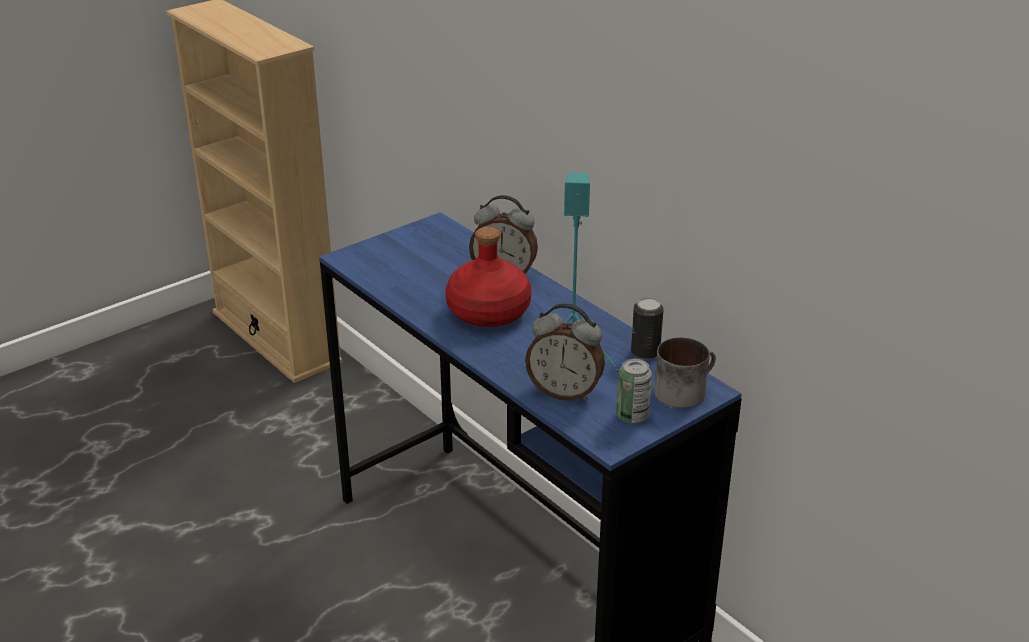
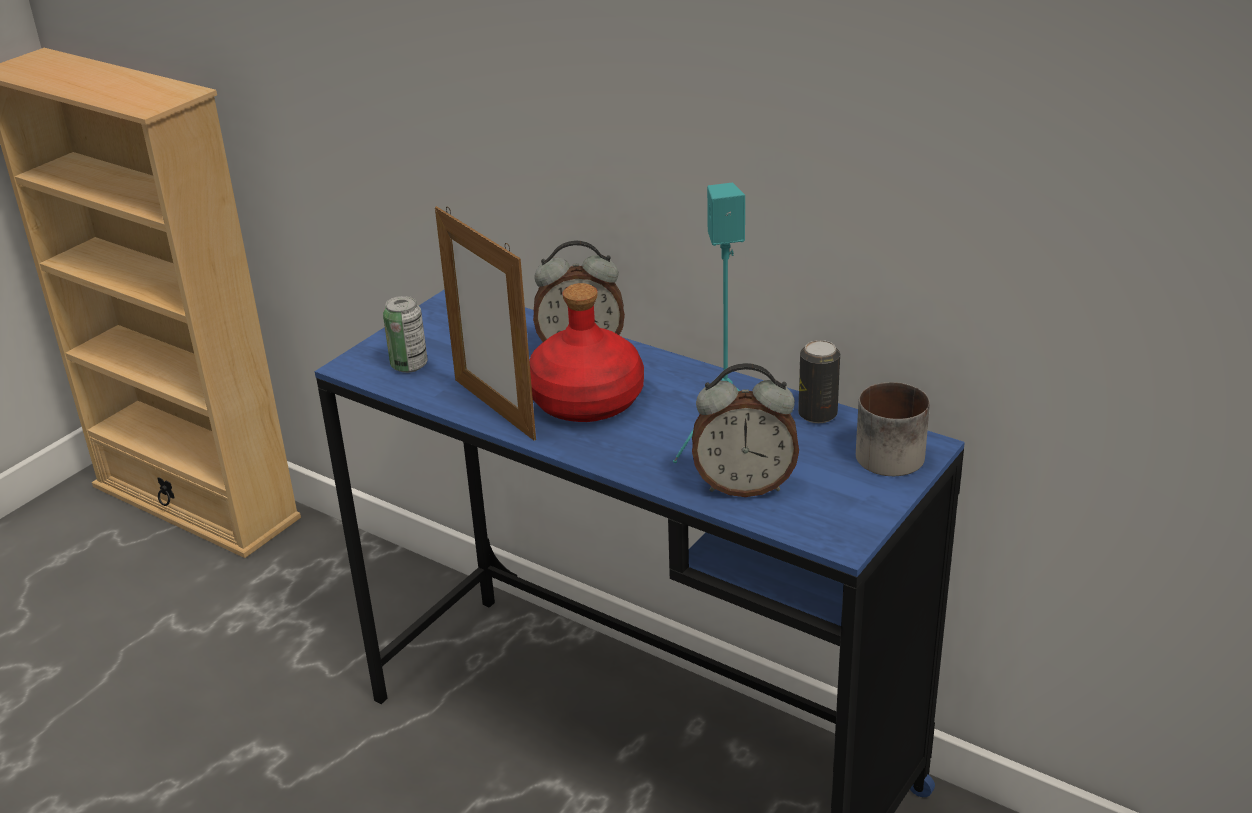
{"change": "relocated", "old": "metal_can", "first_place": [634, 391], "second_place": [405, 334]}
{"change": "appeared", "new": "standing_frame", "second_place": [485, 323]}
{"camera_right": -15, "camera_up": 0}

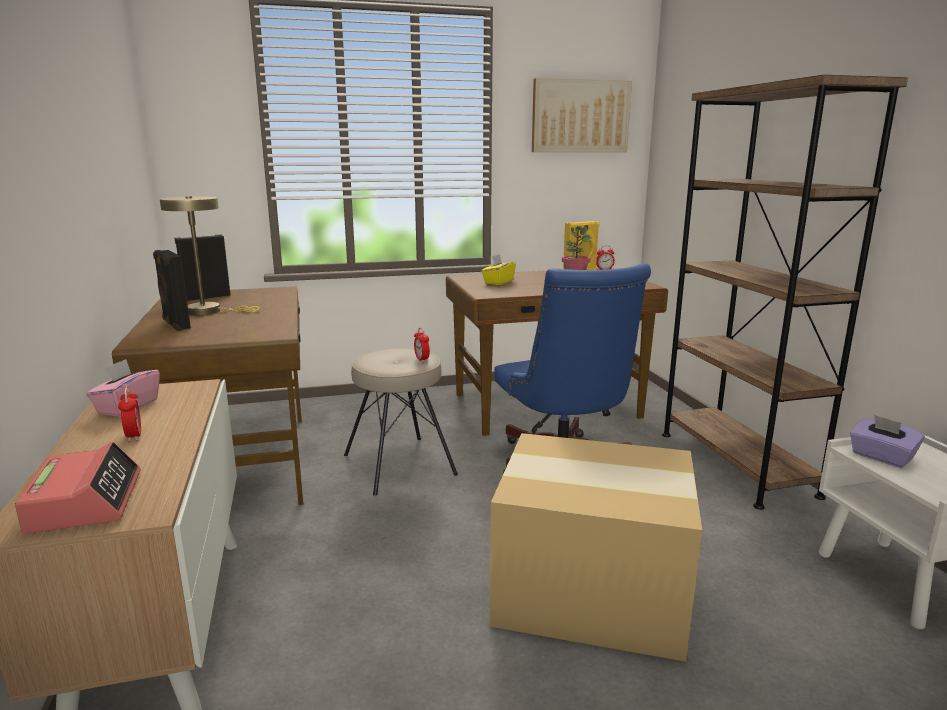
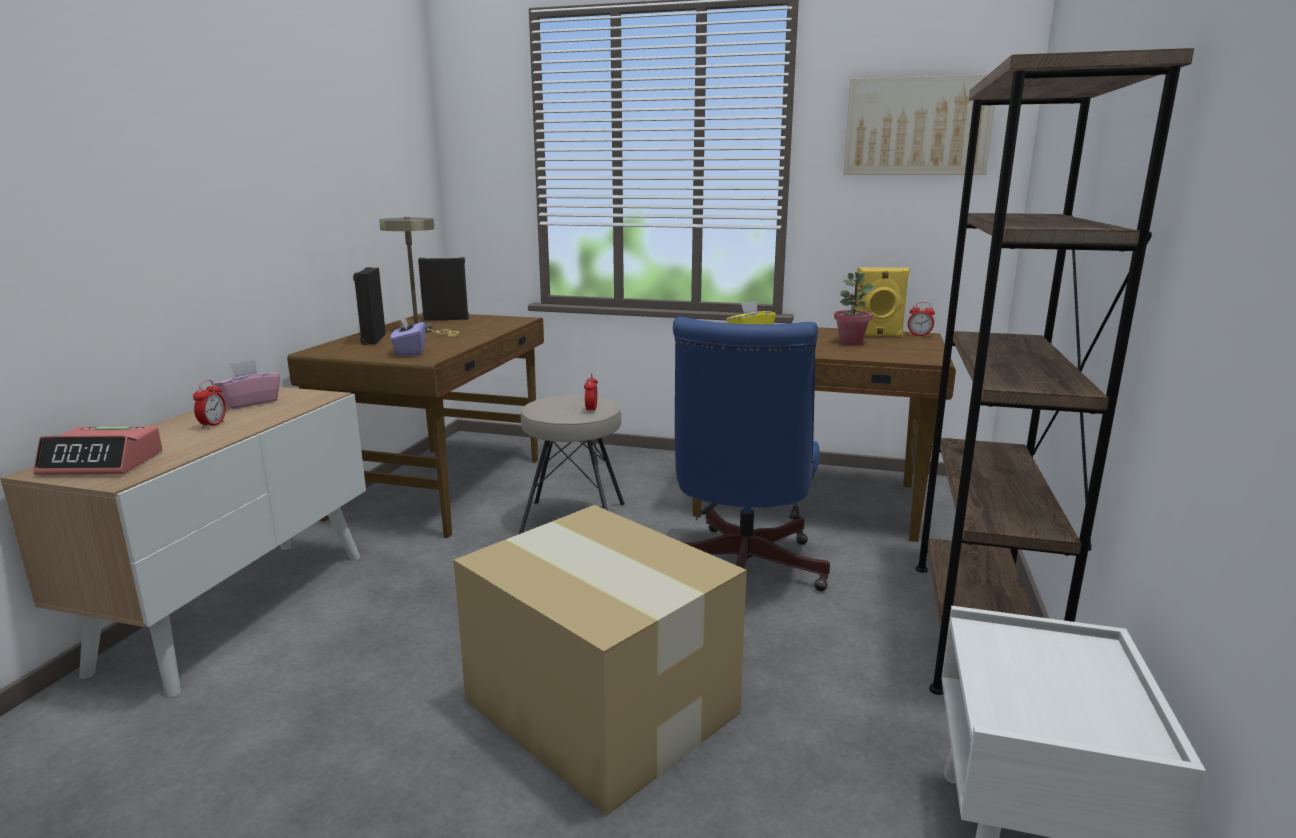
{"change": "spun", "old": "bedside_clock", "first_place": [78, 488], "second_place": [98, 450], "degrees": 75}
{"change": "relocated", "old": "purplish_tissue_holder", "first_place": [887, 441], "second_place": [407, 335]}
{"camera_right": 30, "camera_up": 0}

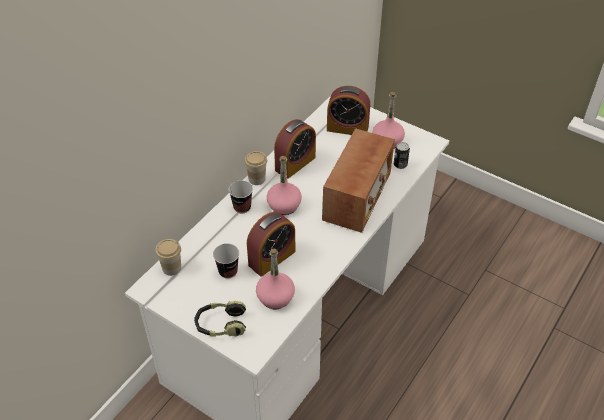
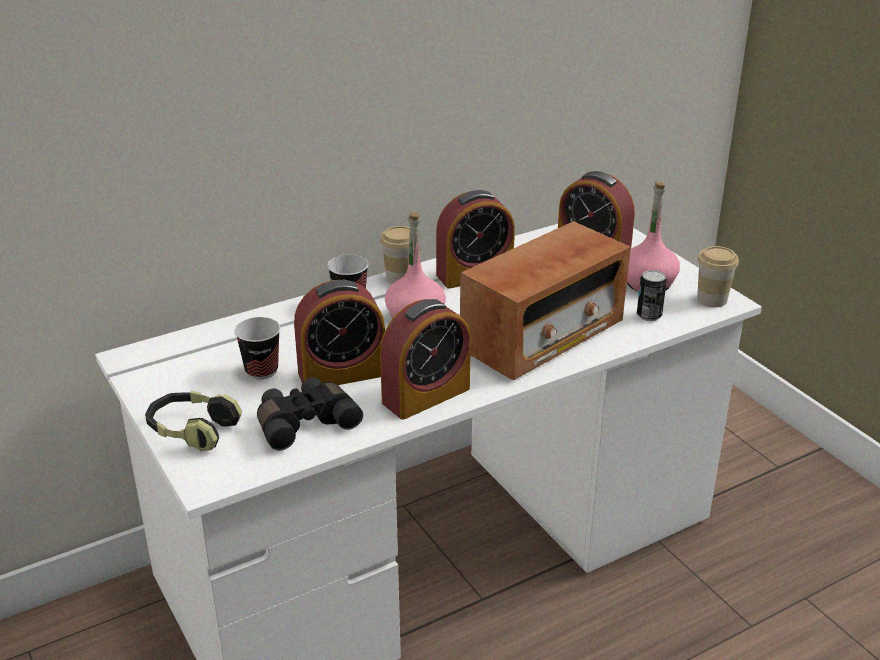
{"change": "relocated", "old": "cup", "first_place": [168, 257], "second_place": [718, 276]}
{"change": "exchanged", "old": "pink_bottle", "new": "blackish_pair_of_binoculars", "first_place": [275, 279], "second_place": [310, 414]}
{"change": "appeared", "new": "bedside_clock", "second_place": [425, 359]}
{"camera_right": 25, "camera_up": -15}

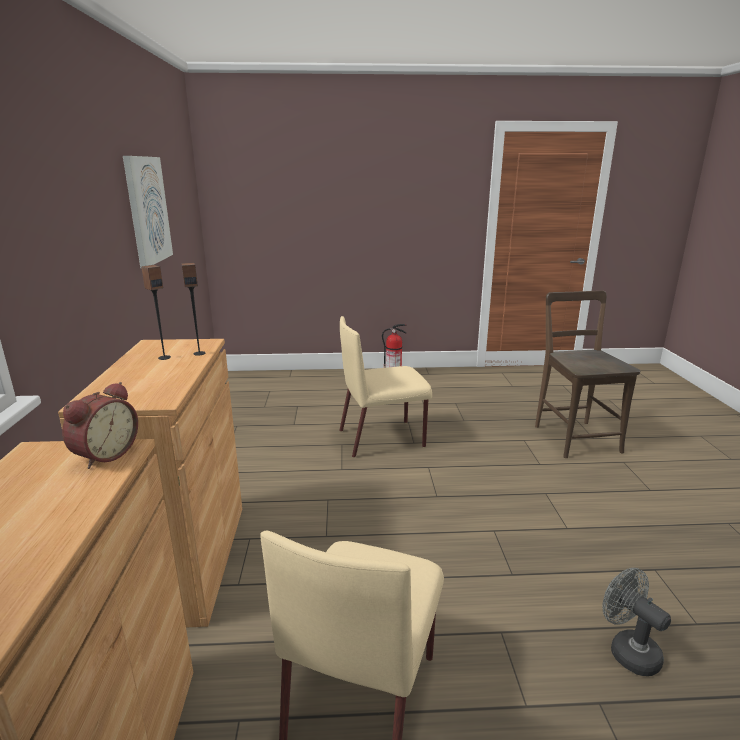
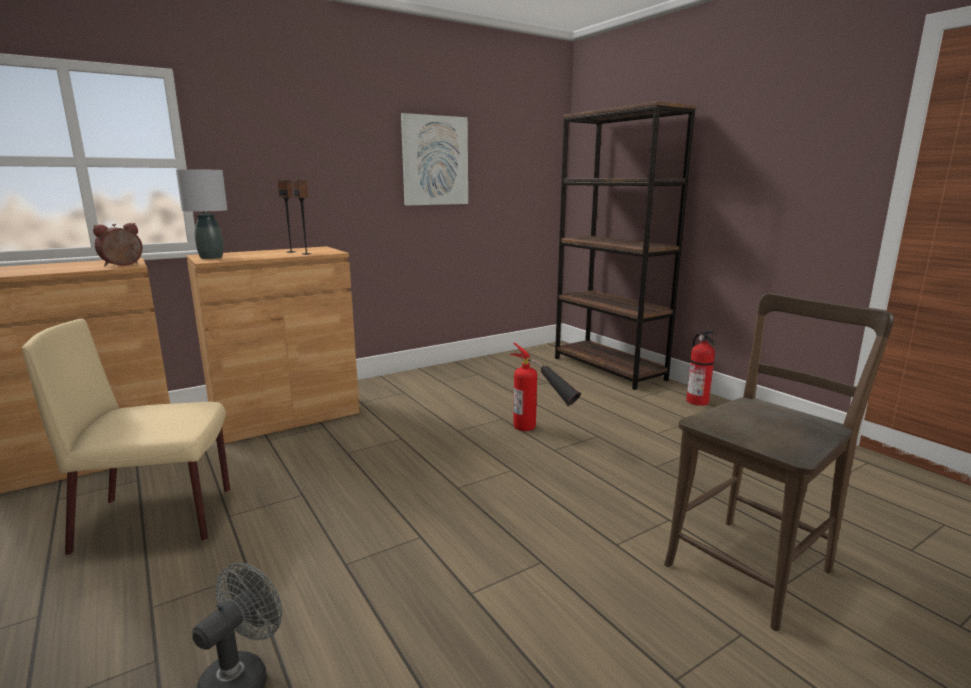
{"change": "spun", "old": "bedside_clock", "first_place": [100, 425], "second_place": [118, 244], "degrees": 135}
{"change": "exchanged", "old": "beige_upright_chair", "new": "fire_extinguisher", "first_place": [385, 387], "second_place": [545, 387]}
{"change": "appeared", "new": "grey_lamp_for_a_table", "second_place": [201, 214]}
{"change": "appeared", "new": "brown_bookshelf", "second_place": [625, 245]}
{"camera_right": 60, "camera_up": -5}

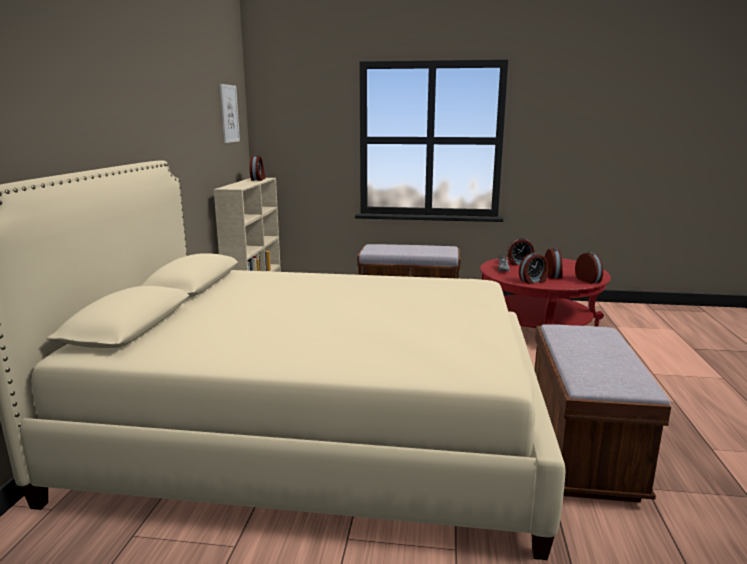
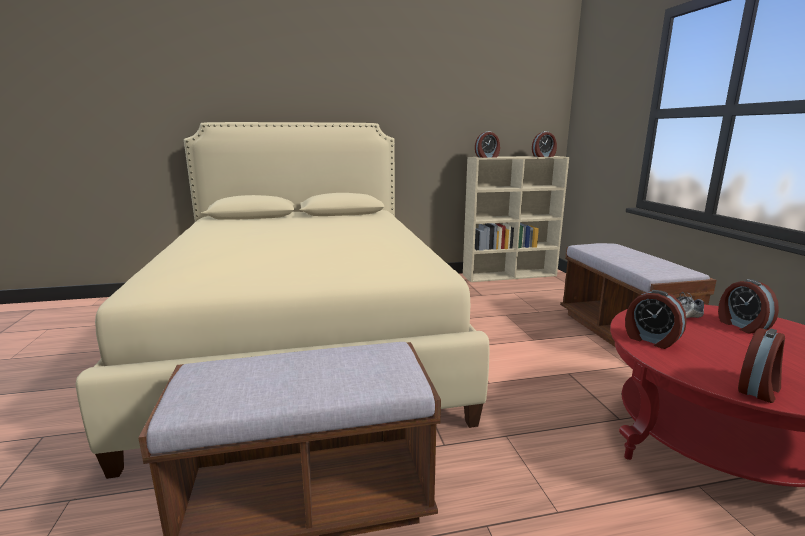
{"change": "missing", "old": "wall_art", "first_place": [230, 113]}
{"change": "relocated", "old": "bedside_clock", "first_place": [554, 263], "second_place": [487, 144]}
{"camera_right": 70, "camera_up": 0}

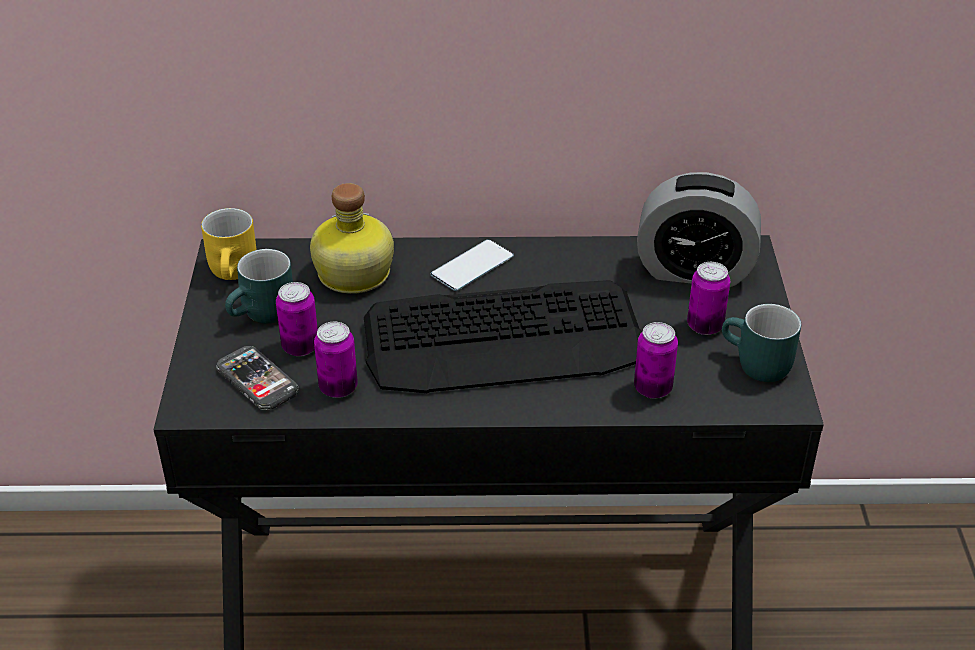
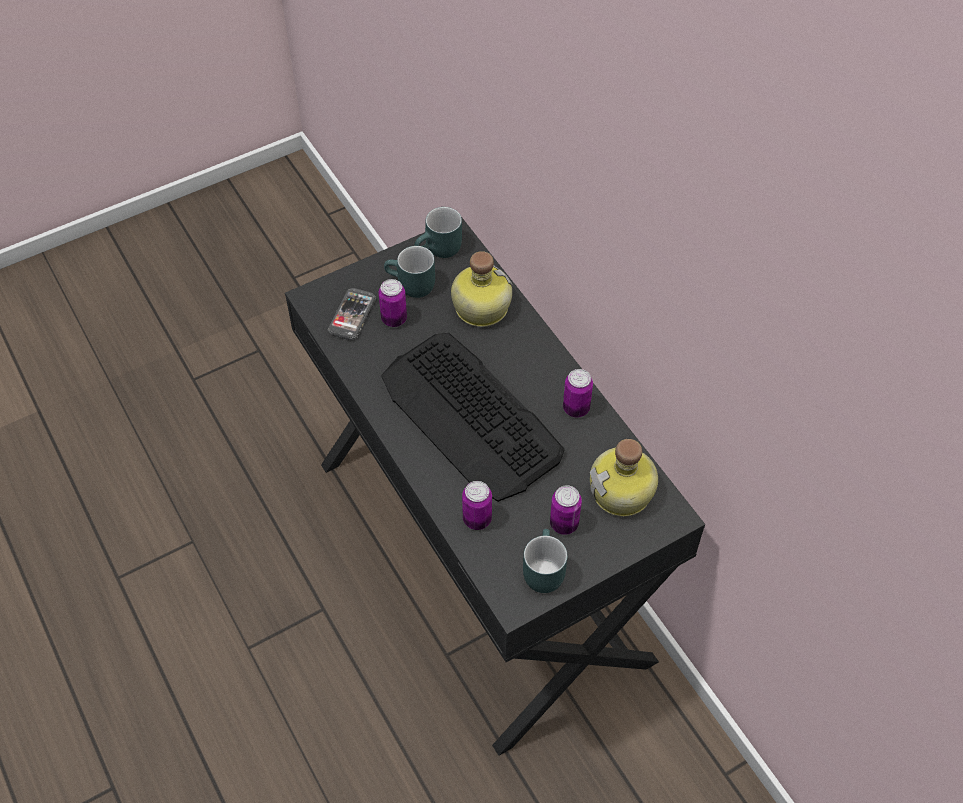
{"change": "colour", "old": "yellow_coffee_mug", "new": "turquoise_coffee_mug", "first_place": [229, 244], "second_place": [438, 232]}
{"change": "relocated", "old": "metal_can", "first_place": [336, 360], "second_place": [578, 393]}
{"change": "missing", "old": "telephone", "first_place": [472, 265]}
{"change": "exchanged", "old": "bedside_clock", "new": "bottle", "first_place": [699, 229], "second_place": [624, 478]}
{"camera_right": 60, "camera_up": 15}

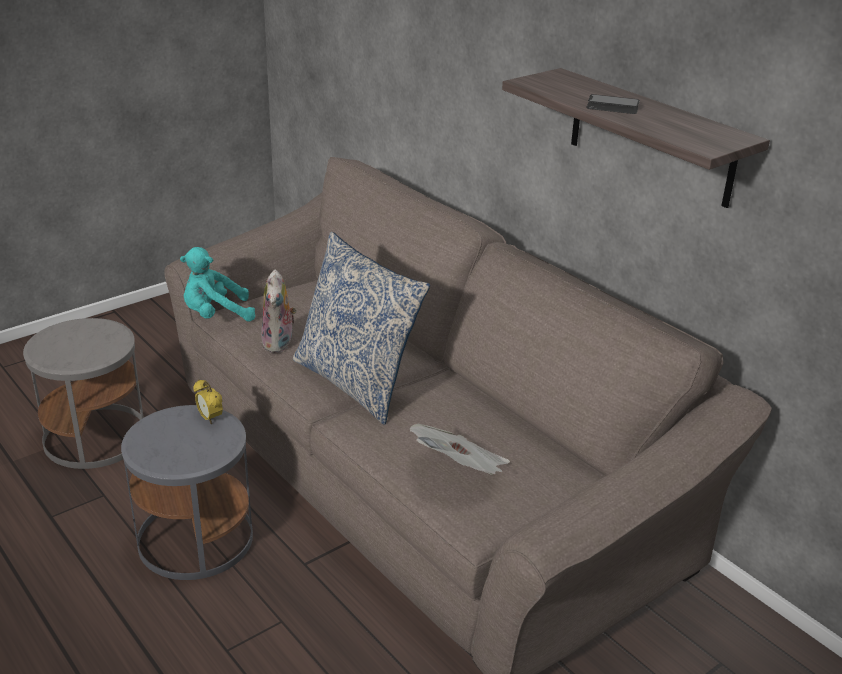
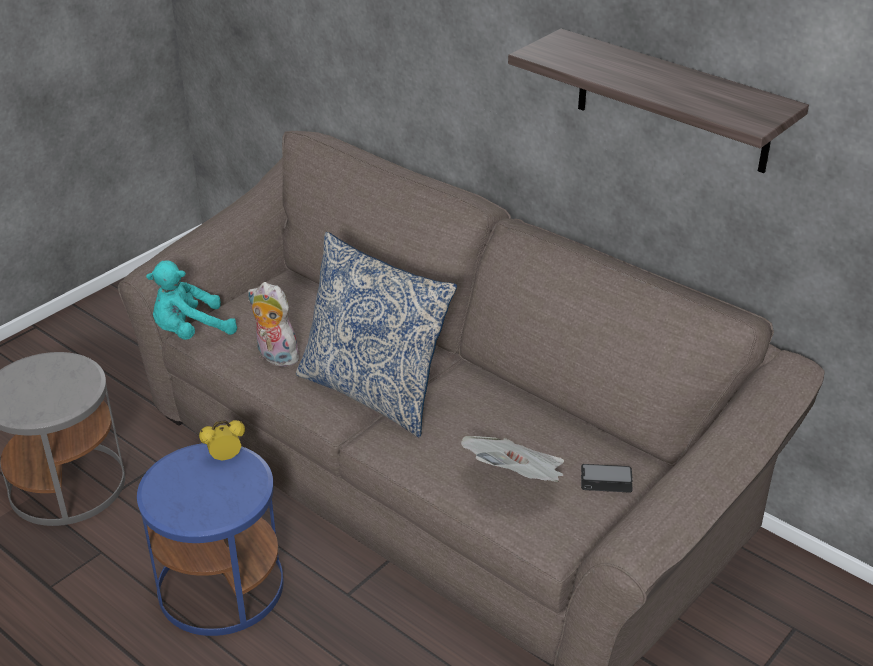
{"change": "colour", "old": "grey_end_table", "new": "blue-coloured_end_table", "first_place": [187, 492], "second_place": [210, 539]}
{"change": "spun", "old": "bedside_clock", "first_place": [208, 402], "second_place": [222, 440], "degrees": 120}
{"change": "spun", "old": "plush_toy", "first_place": [279, 311], "second_place": [275, 324], "degrees": 135}
{"change": "relocated", "old": "telephone", "first_place": [613, 104], "second_place": [607, 478]}
{"camera_right": -10, "camera_up": 5}

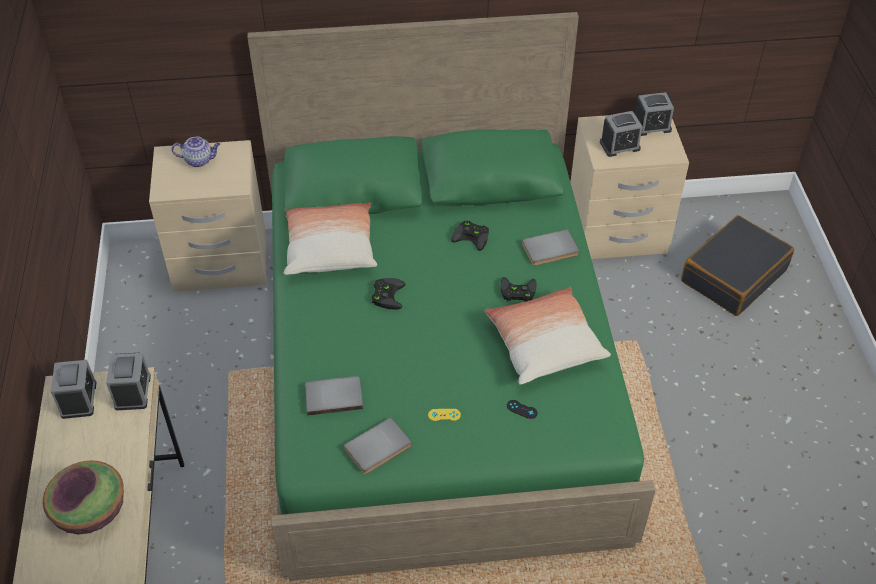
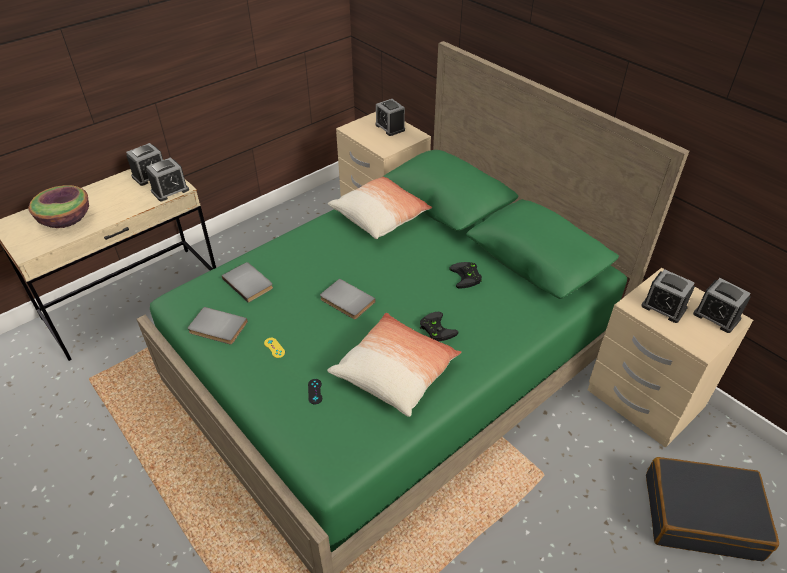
{"change": "exchanged", "old": "teapot", "new": "bedside_clock", "first_place": [196, 151], "second_place": [390, 117]}
{"change": "missing", "old": "blackish_game_controller", "first_place": [388, 294]}
{"change": "relocated", "old": "grey_book", "first_place": [550, 247], "second_place": [348, 299]}
{"camera_right": 55, "camera_up": -5}

